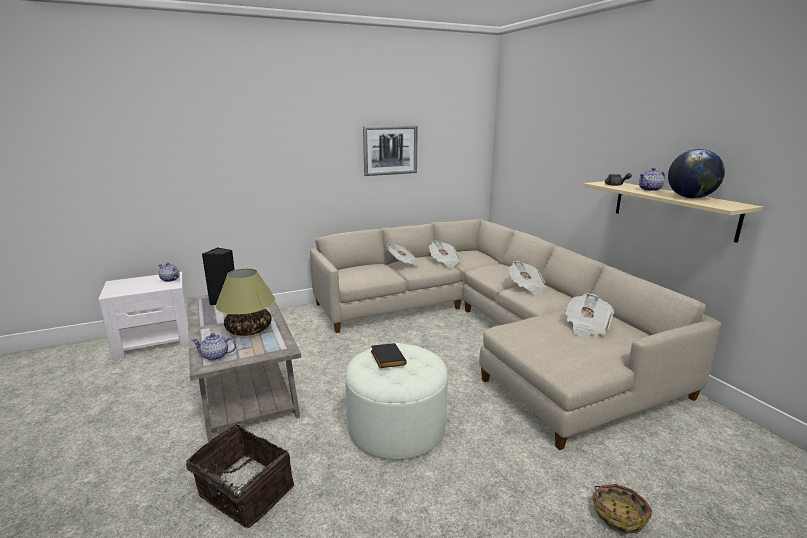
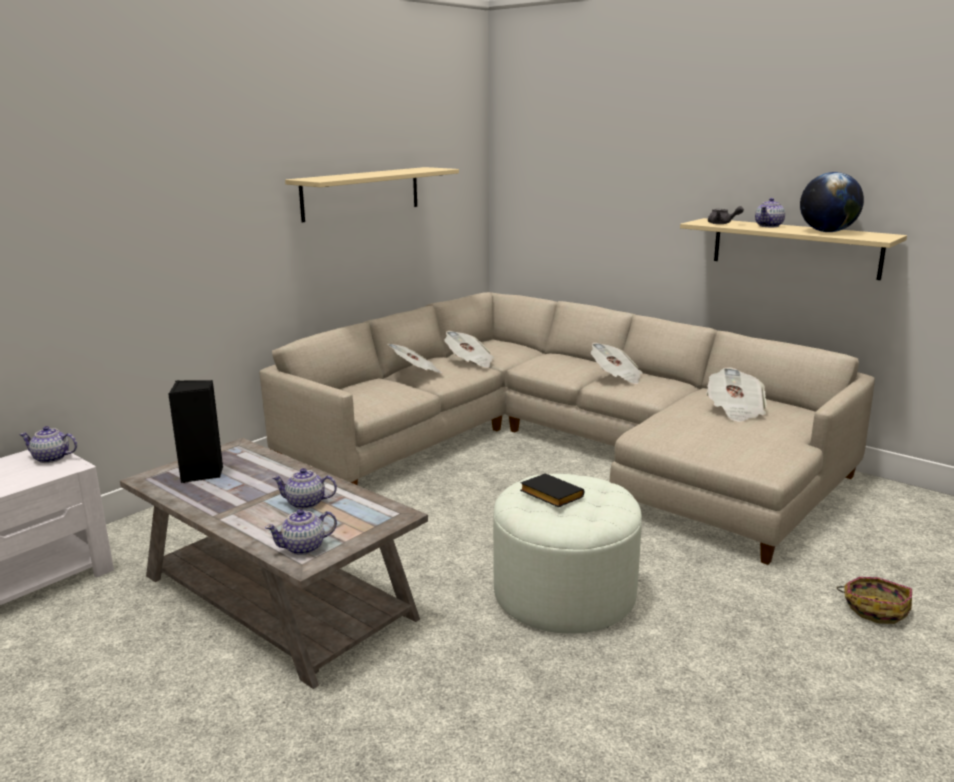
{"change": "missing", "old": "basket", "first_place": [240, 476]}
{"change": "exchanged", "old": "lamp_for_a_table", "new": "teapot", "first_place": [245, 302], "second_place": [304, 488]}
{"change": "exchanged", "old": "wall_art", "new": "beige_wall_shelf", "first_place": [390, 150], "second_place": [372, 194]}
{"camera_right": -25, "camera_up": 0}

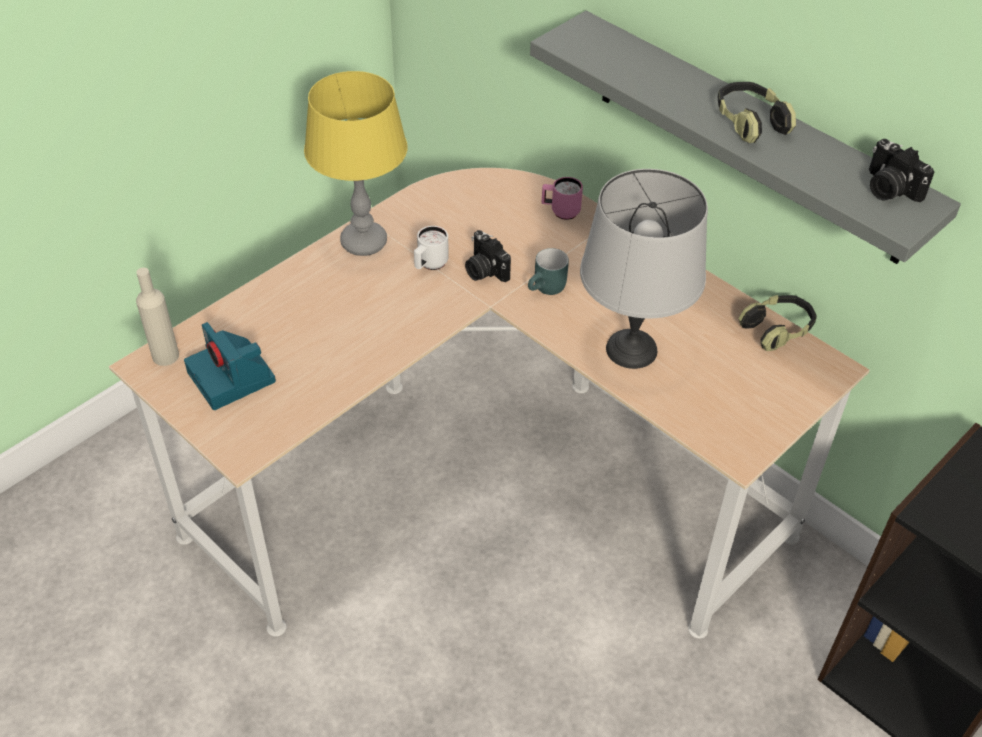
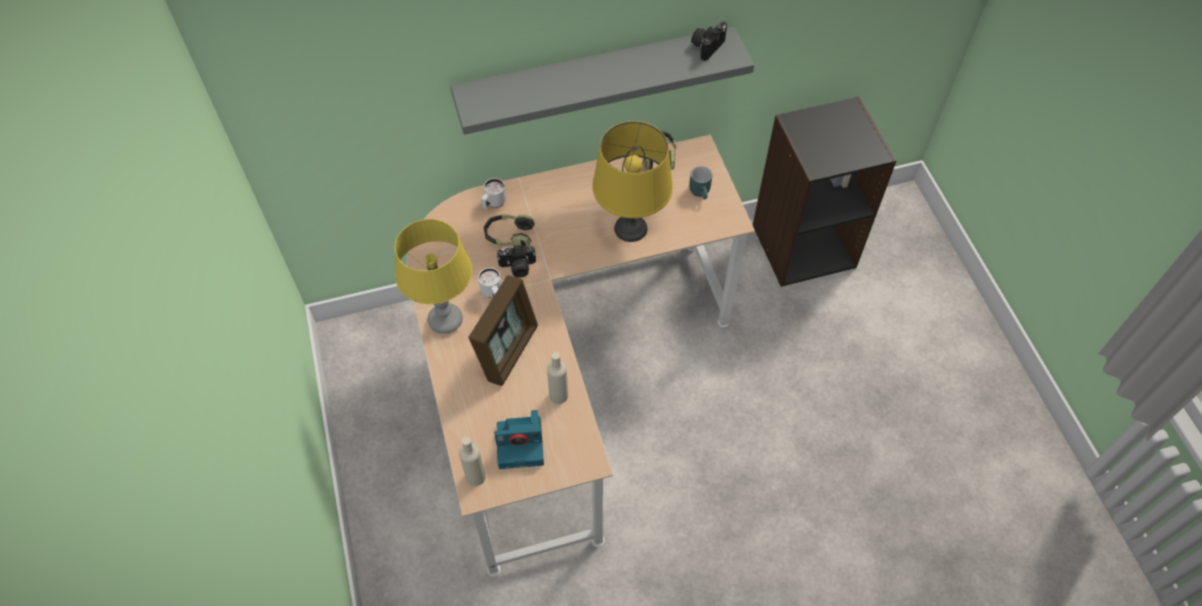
{"change": "relocated", "old": "turquoise_coffee_mug", "first_place": [548, 271], "second_place": [700, 182]}
{"change": "colour", "old": "pink_coffee_mug", "new": "white-coloured_coffee_mug", "first_place": [562, 198], "second_place": [493, 193]}
{"change": "colour", "old": "grey_lamp_for_a_table", "new": "yellow_lamp_for_a_table", "first_place": [644, 269], "second_place": [632, 181]}
{"change": "relocated", "old": "headphones", "first_place": [756, 112], "second_place": [509, 230]}
{"change": "spun", "old": "still_camera", "first_place": [901, 170], "second_place": [709, 41], "degrees": 135}
{"change": "appeared", "new": "standing_frame", "second_place": [503, 330]}
{"change": "appeared", "new": "beige_bottle", "second_place": [557, 378]}
{"camera_right": -60, "camera_up": 10}

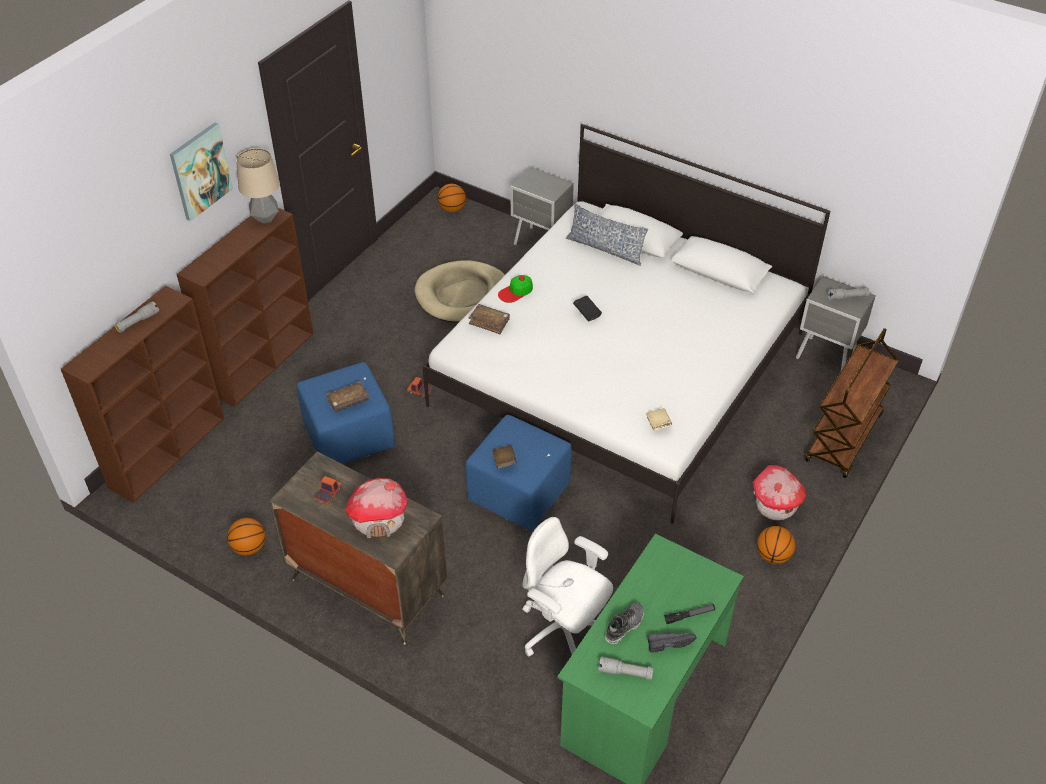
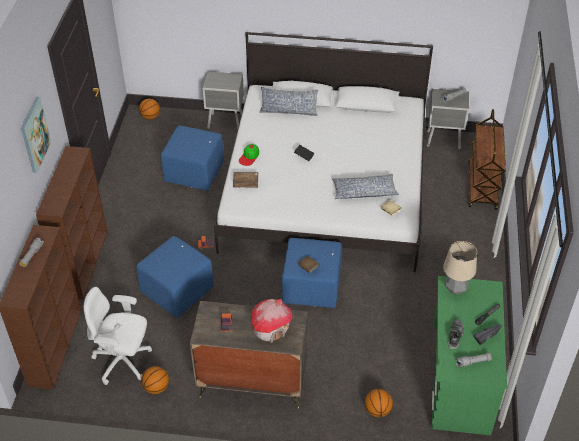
{"change": "relocated", "old": "lamp_for_a_table", "first_place": [258, 186], "second_place": [460, 268]}
{"change": "missing", "old": "brown_book", "first_place": [347, 396]}
{"change": "exchanged", "old": "beige_dog_bed", "new": "blue-coloured_footrest", "first_place": [459, 291], "second_place": [192, 158]}
{"change": "relocated", "old": "white-coloured_desk_chair", "first_place": [567, 587], "second_place": [118, 336]}
{"change": "missing", "old": "model_house", "first_place": [779, 492]}
{"change": "relocated", "old": "basketball_ball", "first_place": [776, 545], "second_place": [379, 403]}
{"change": "appeared", "new": "throw_pillow", "second_place": [365, 186]}
{"camera_right": -25, "camera_up": 0}

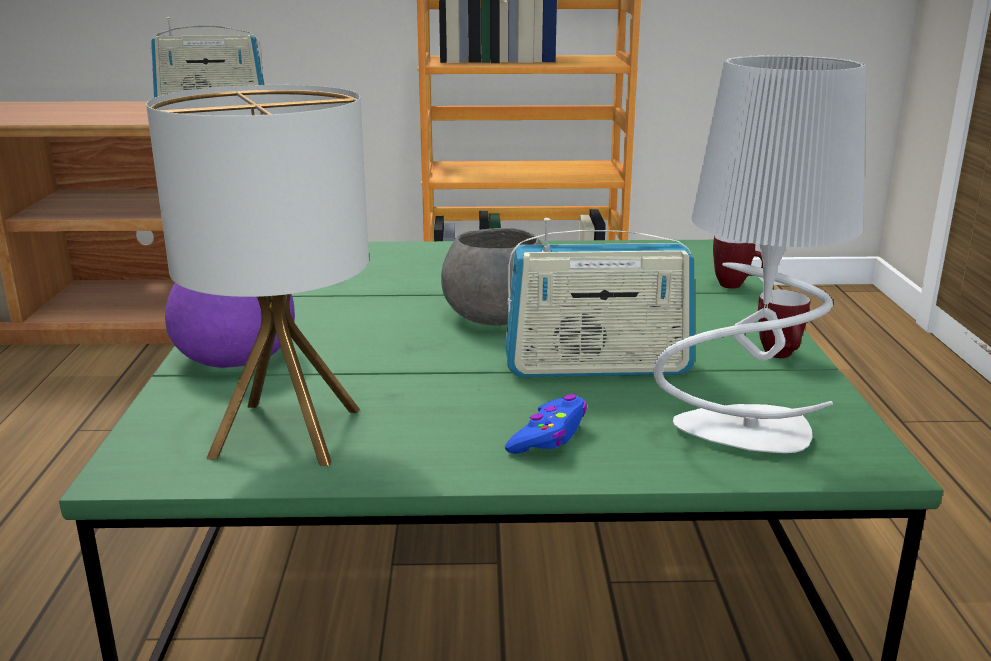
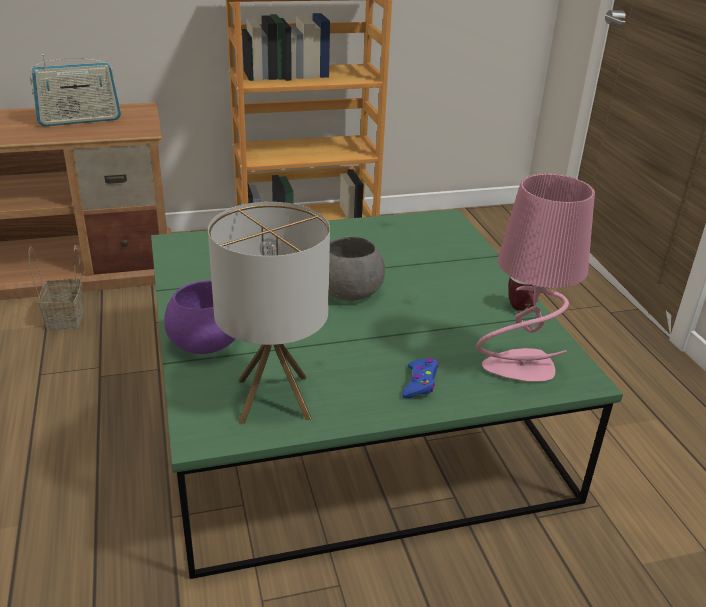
{"change": "missing", "old": "radio_receiver", "first_place": [600, 297]}
{"change": "colour", "old": "grey_lamp_for_a_table", "new": "pink_lamp_for_a_table", "first_place": [759, 254], "second_place": [535, 277]}
{"change": "missing", "old": "coffee_mug", "first_place": [738, 262]}
{"change": "appeared", "new": "basket", "second_place": [56, 287]}
{"camera_right": -15, "camera_up": 10}

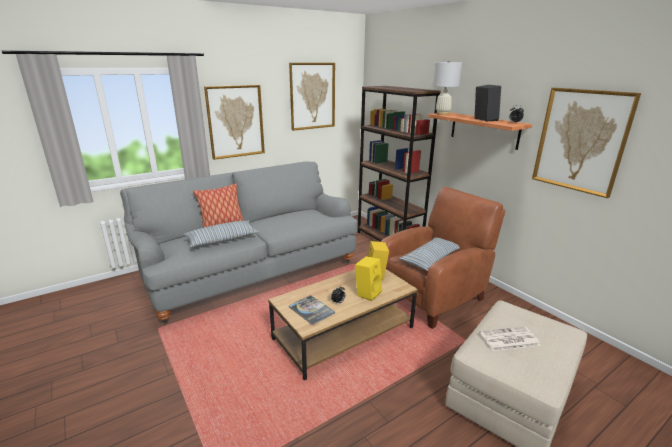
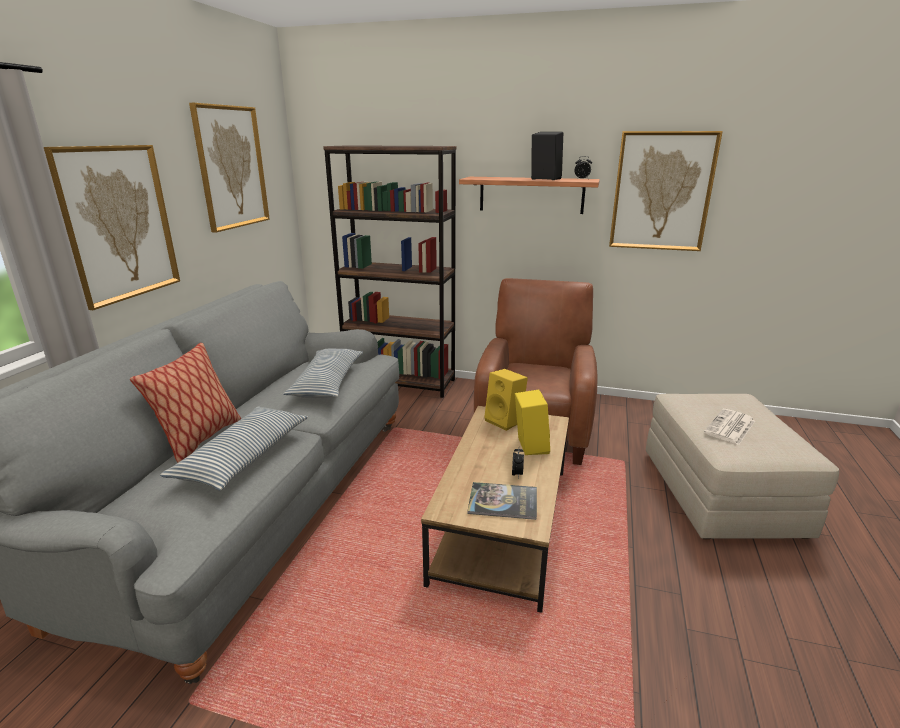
{"change": "relocated", "old": "throw_pillow", "first_place": [429, 254], "second_place": [323, 373]}
{"change": "missing", "old": "white-coloured_lamp_for_a_table", "first_place": [447, 87]}
{"camera_right": -40, "camera_up": 0}

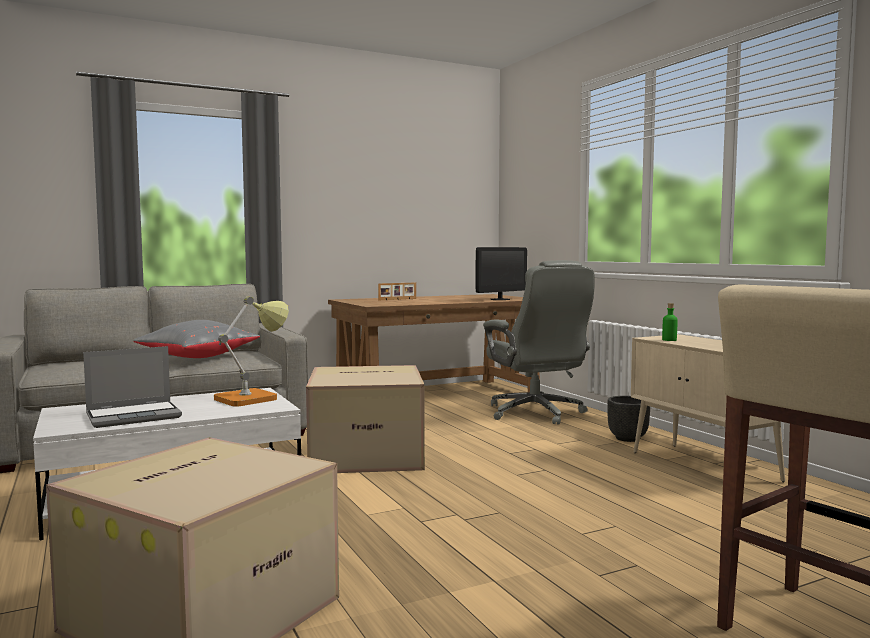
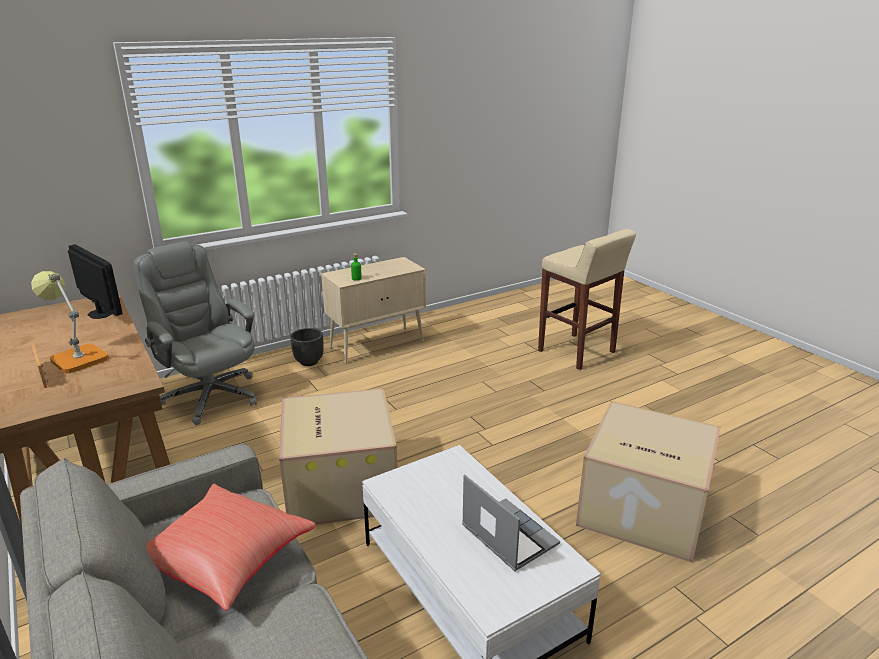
{"change": "colour", "old": "grey_throw_pillow", "new": "red-coloured_throw_pillow", "first_place": [196, 339], "second_place": [231, 547]}
{"change": "relocated", "old": "lamp_for_a_table", "first_place": [251, 352], "second_place": [70, 322]}
{"change": "spun", "old": "grey_desk_chair", "first_place": [539, 342], "second_place": [195, 333], "degrees": -105}
{"camera_right": -95, "camera_up": 20}

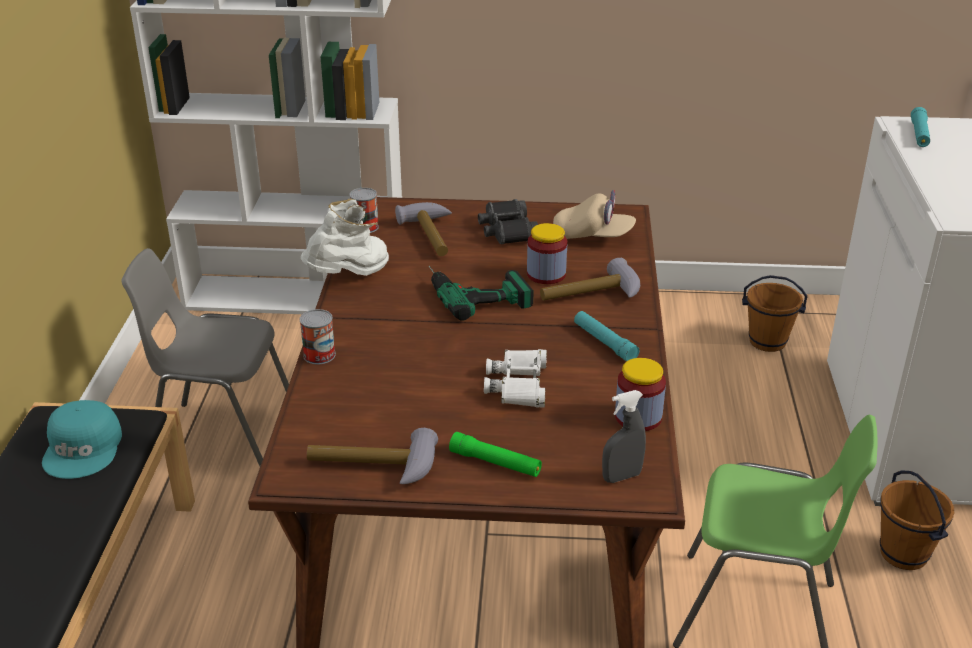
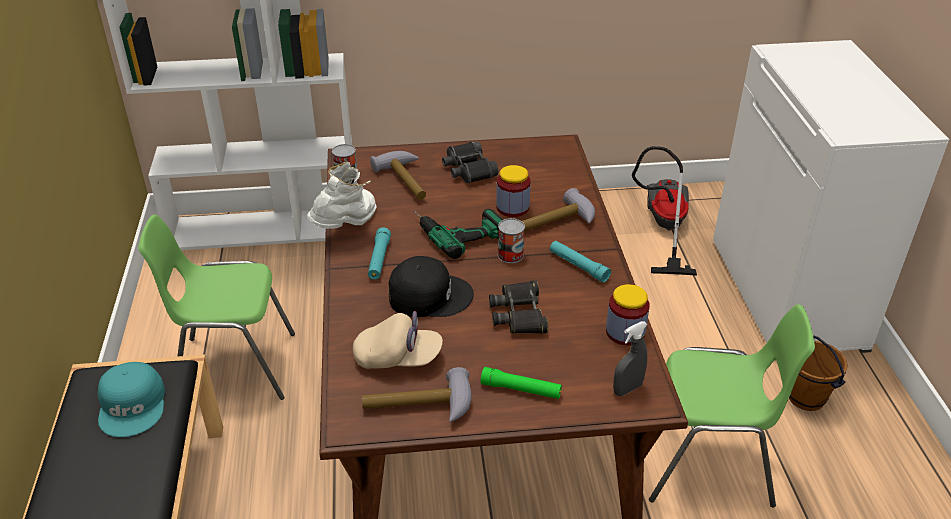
{"change": "colour", "old": "grey_upright_chair", "new": "green-coloured_upright_chair", "first_place": [205, 357], "second_place": [216, 307]}
{"change": "relocated", "old": "metal_can", "first_place": [318, 337], "second_place": [511, 240]}
{"change": "colour", "old": "white-coloured_pair_of_binoculars", "new": "blackish_pair_of_binoculars", "first_place": [515, 378], "second_place": [518, 307]}
{"change": "relocated", "old": "beige_peaked_cap", "first_place": [594, 214], "second_place": [398, 340]}
{"change": "exchanged", "old": "brown_pail", "new": "vacuum_cleaner", "first_place": [775, 313], "second_place": [664, 211]}
{"change": "relocated", "old": "turquoise_torch", "first_place": [920, 127], "second_place": [379, 253]}
{"change": "appeared", "new": "blackish_peaked_cap", "second_place": [431, 286]}
{"camera_right": -10, "camera_up": 5}

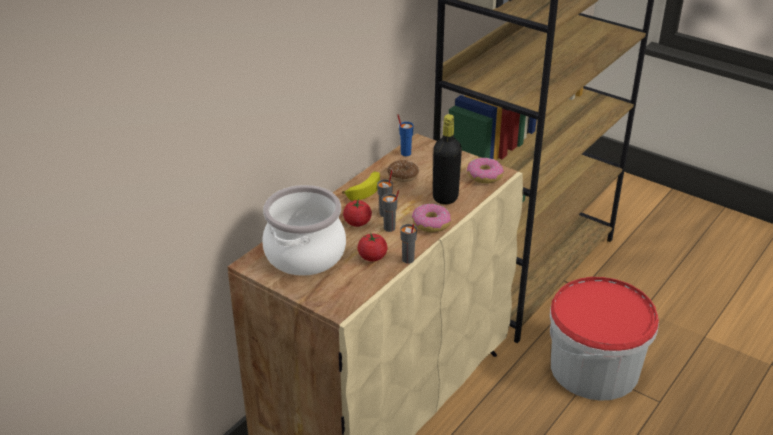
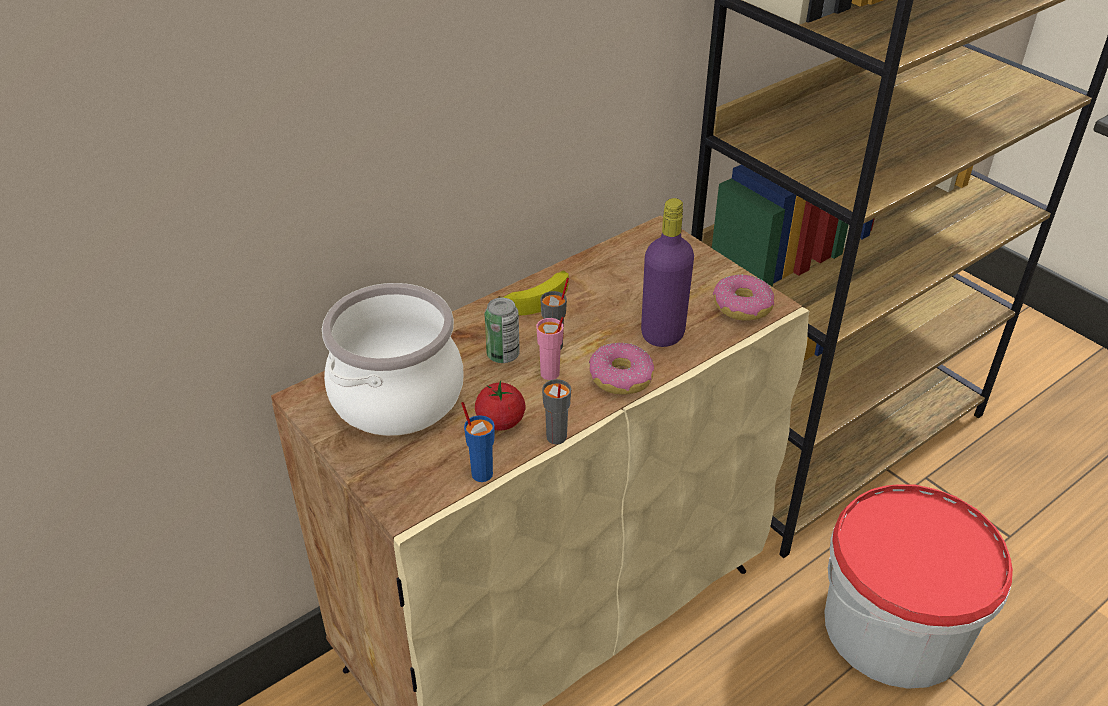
{"change": "exchanged", "old": "fresh_tomato", "new": "metal_can", "first_place": [357, 213], "second_place": [502, 330]}
{"change": "colour", "old": "grey_cup", "new": "pink_cup", "first_place": [390, 211], "second_place": [550, 348]}
{"change": "missing", "old": "doughnut", "first_place": [403, 171]}
{"change": "relocated", "old": "blue-coloured_cup", "first_place": [405, 135], "second_place": [478, 442]}
{"change": "colour", "old": "blackish_bottle", "new": "purplish_bottle", "first_place": [447, 159], "second_place": [667, 272]}
{"camera_right": 15, "camera_up": 5}

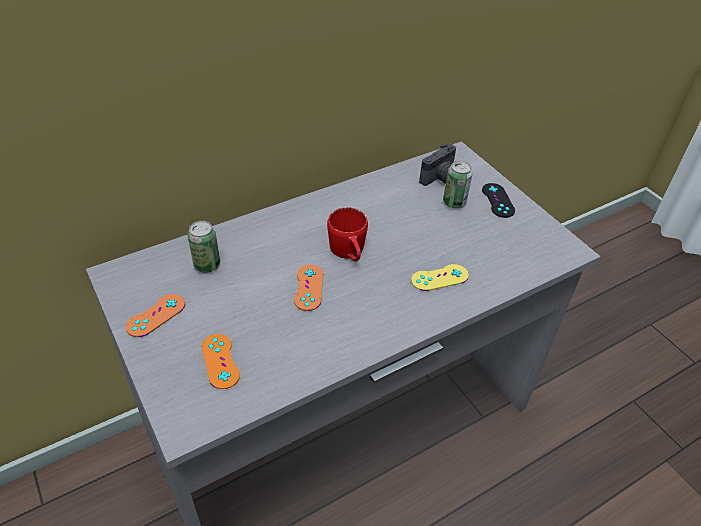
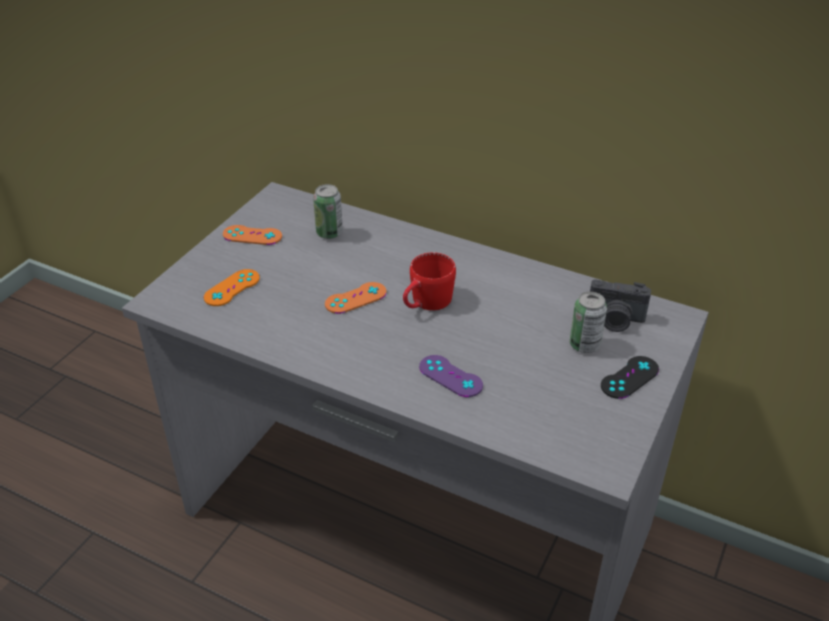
{"change": "colour", "old": "yellow_game_controller", "new": "purplish_game_controller", "first_place": [440, 277], "second_place": [451, 376]}
{"camera_right": 60, "camera_up": -5}

